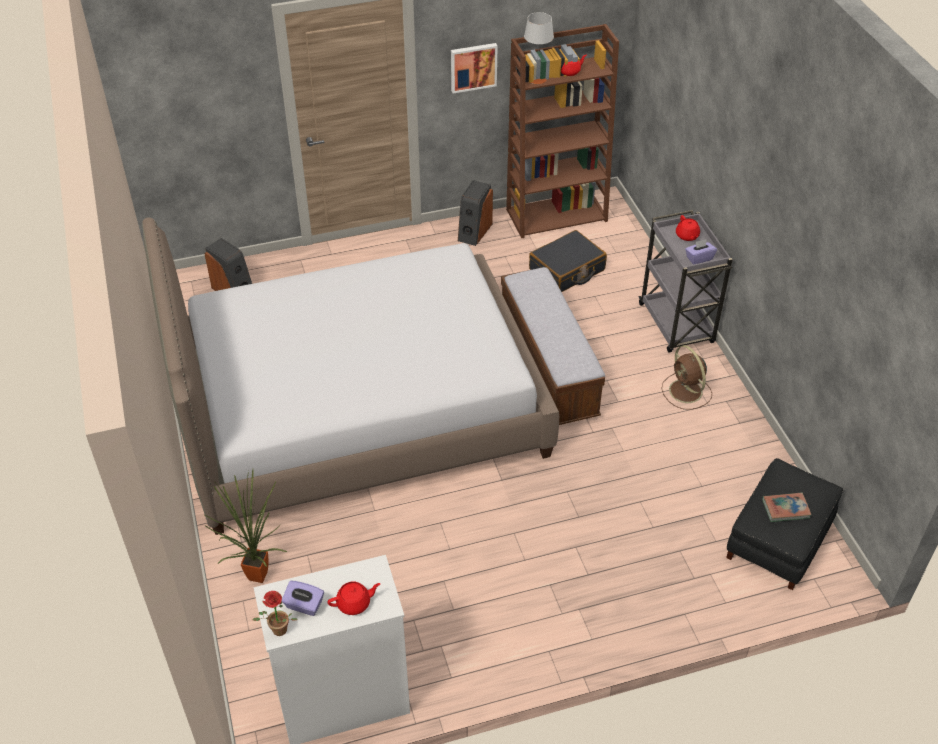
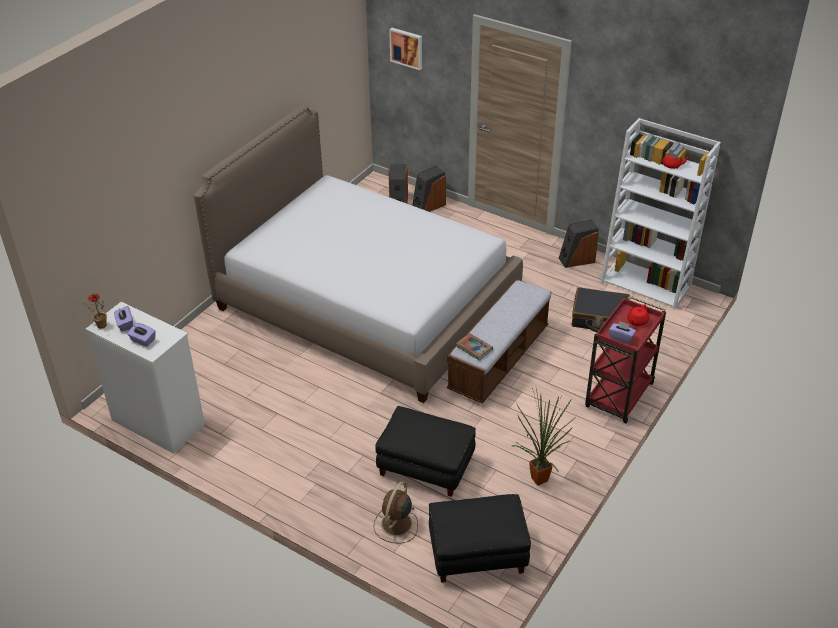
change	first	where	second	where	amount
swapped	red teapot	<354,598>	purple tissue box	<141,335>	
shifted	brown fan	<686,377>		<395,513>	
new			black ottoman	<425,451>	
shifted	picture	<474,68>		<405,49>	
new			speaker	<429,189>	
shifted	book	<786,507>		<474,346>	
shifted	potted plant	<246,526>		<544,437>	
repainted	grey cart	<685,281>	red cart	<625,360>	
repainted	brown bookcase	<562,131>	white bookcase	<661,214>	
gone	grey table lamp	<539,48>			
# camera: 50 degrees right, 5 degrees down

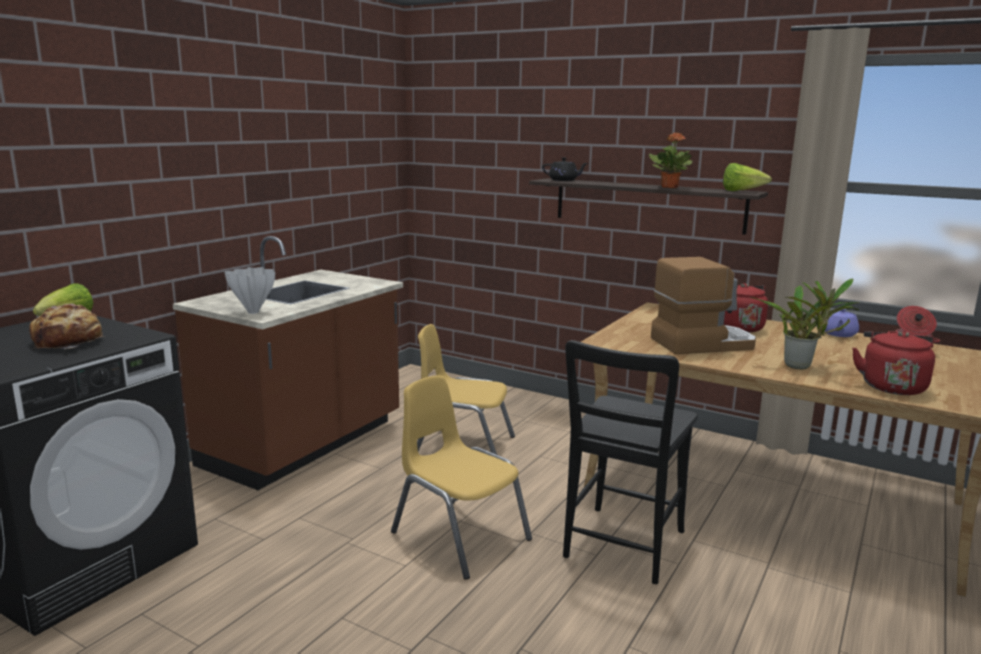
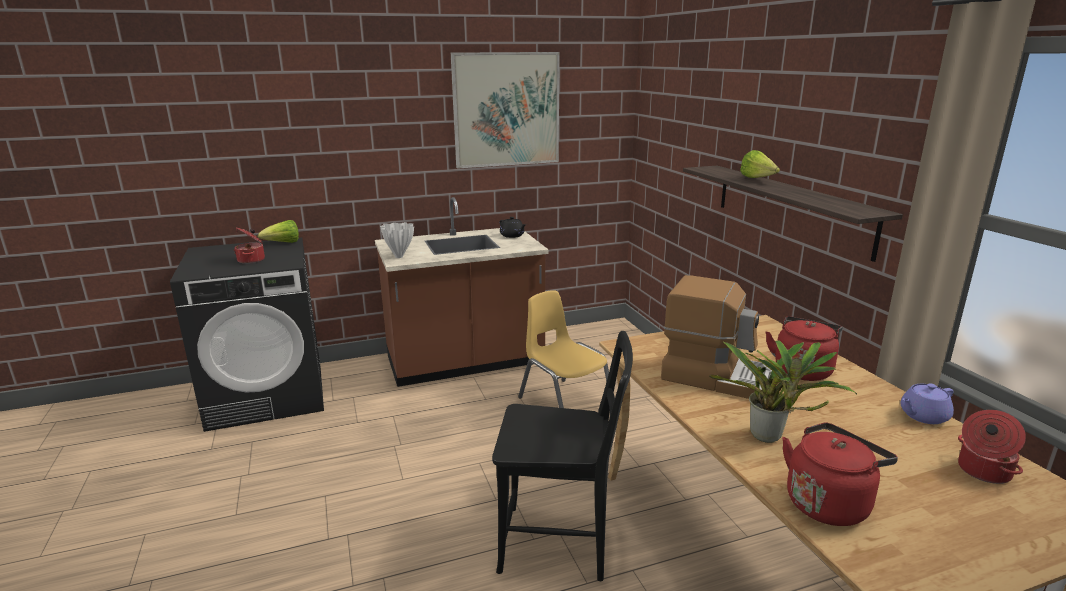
change	first	where	second	where	amount
swapped	bread	<66,326>	cooking pot	<249,245>	
new			picture	<505,110>	
rotated	black chair	<630,462>		<562,456>	150 degrees counterclockwise
shifted	black teapot	<565,169>		<512,227>	
shifted	lettuce	<747,177>		<760,164>	
gone	yellow chair	<461,477>			
gone	potted plant	<671,160>			
# camera: 40 degrees right, 5 degrees up

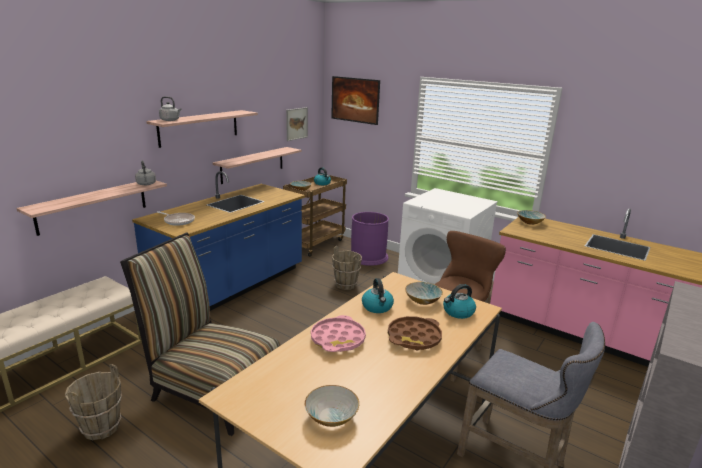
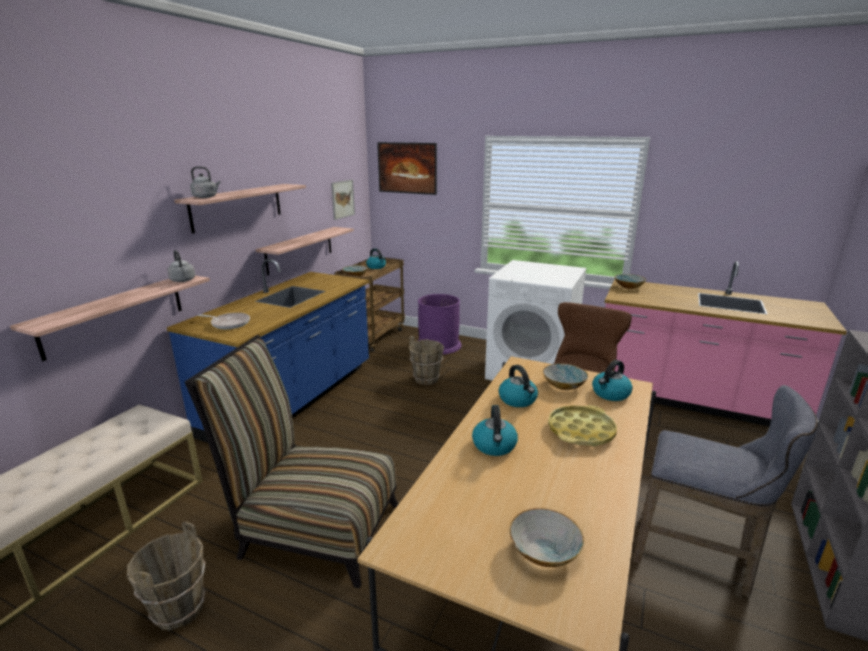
change	first	where	second	where	amount
swapped	pink tray	<338,333>	kettle	<495,430>	
repainted	brown tray	<415,333>	yellow tray	<582,425>	
# camera: 10 degrees left, 0 degrees up

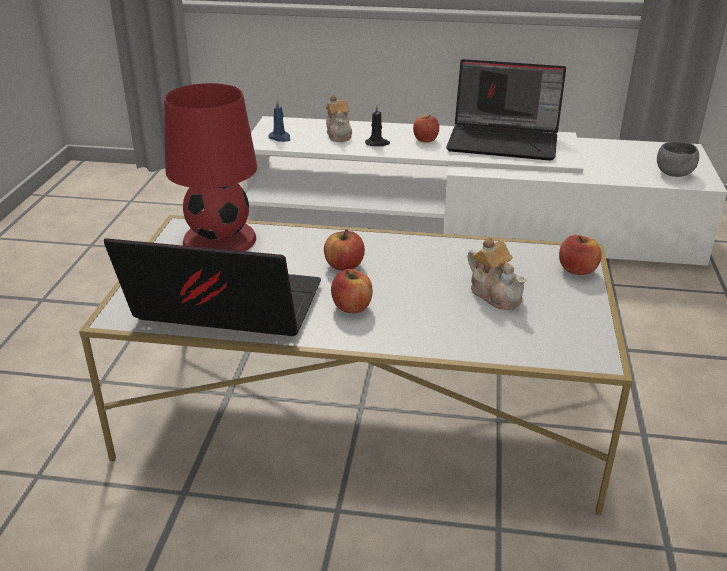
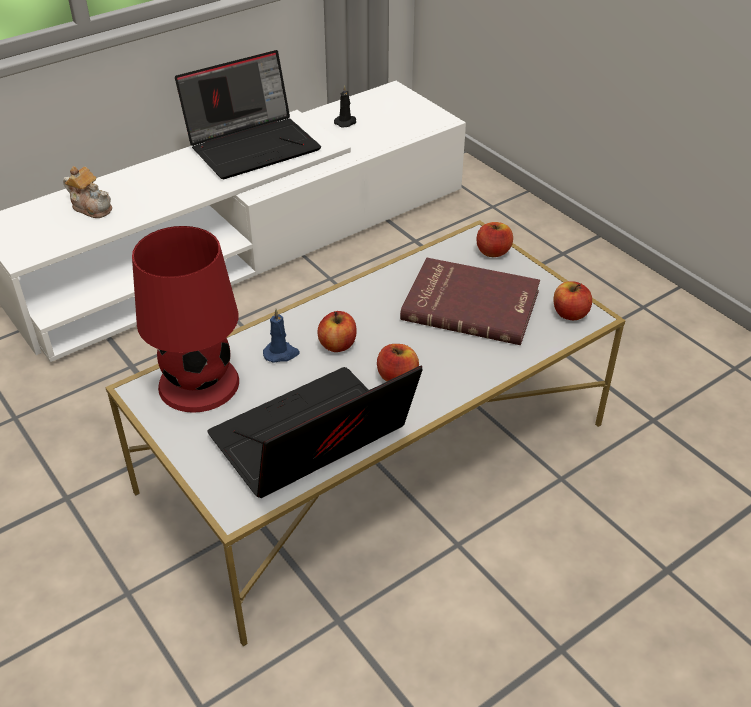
change	first	where	second	where	amount
shifted	blue candle	<279,120>		<281,336>	
shifted	black candle	<377,126>		<345,106>	
swapped	teapot	<496,273>	red book	<470,301>	
shifted	apple	<426,128>		<573,300>	
gone	grey bowl	<678,159>			
# camera: 45 degrees left, 10 degrees up

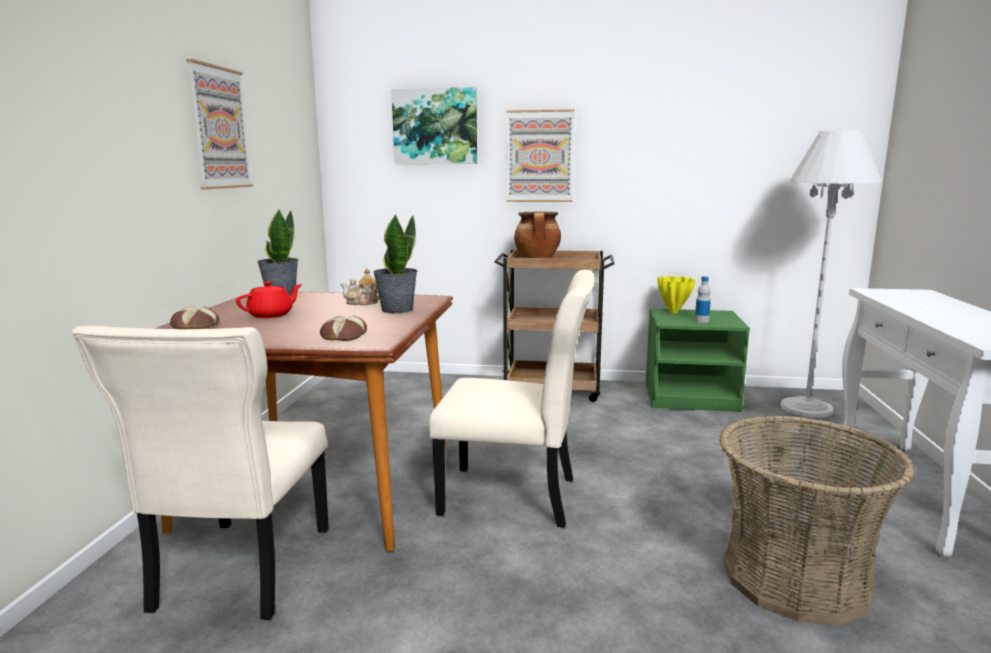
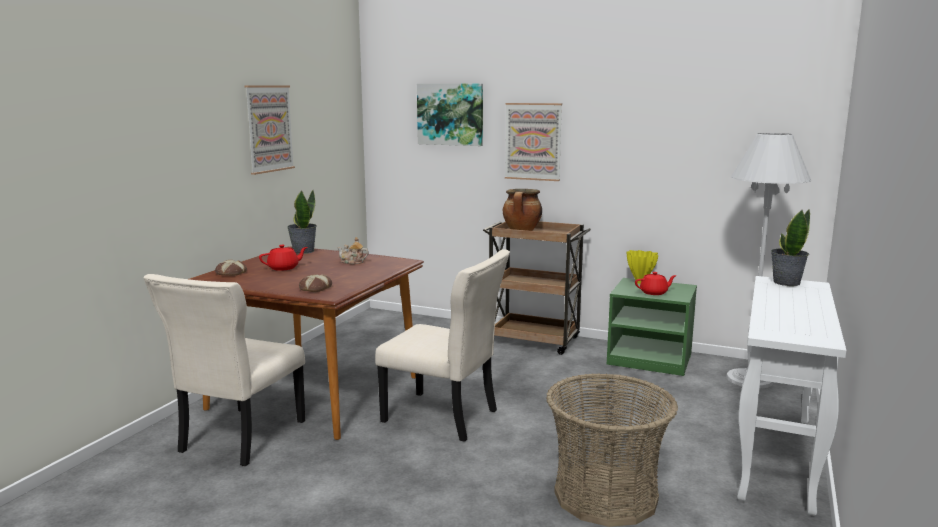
change	first	where	second	where	amount
swapped	bottle	<703,299>	red teapot	<656,283>	
shifted	potted plant	<395,264>		<790,247>	
# camera: 15 degrees right, 0 degrees up

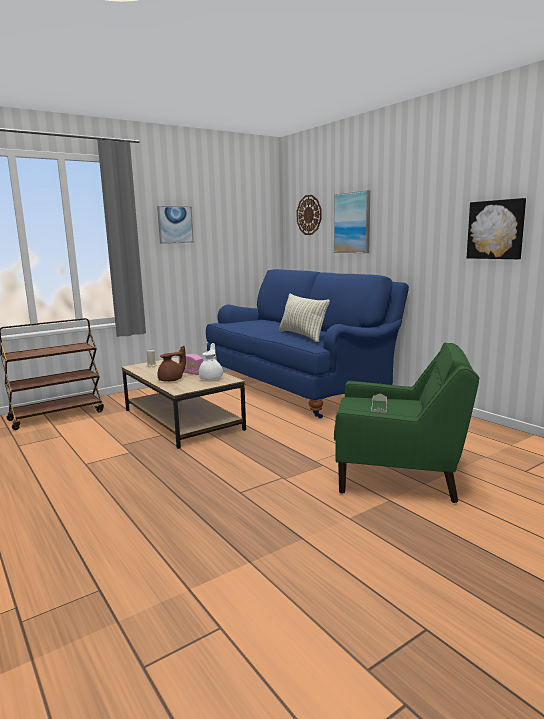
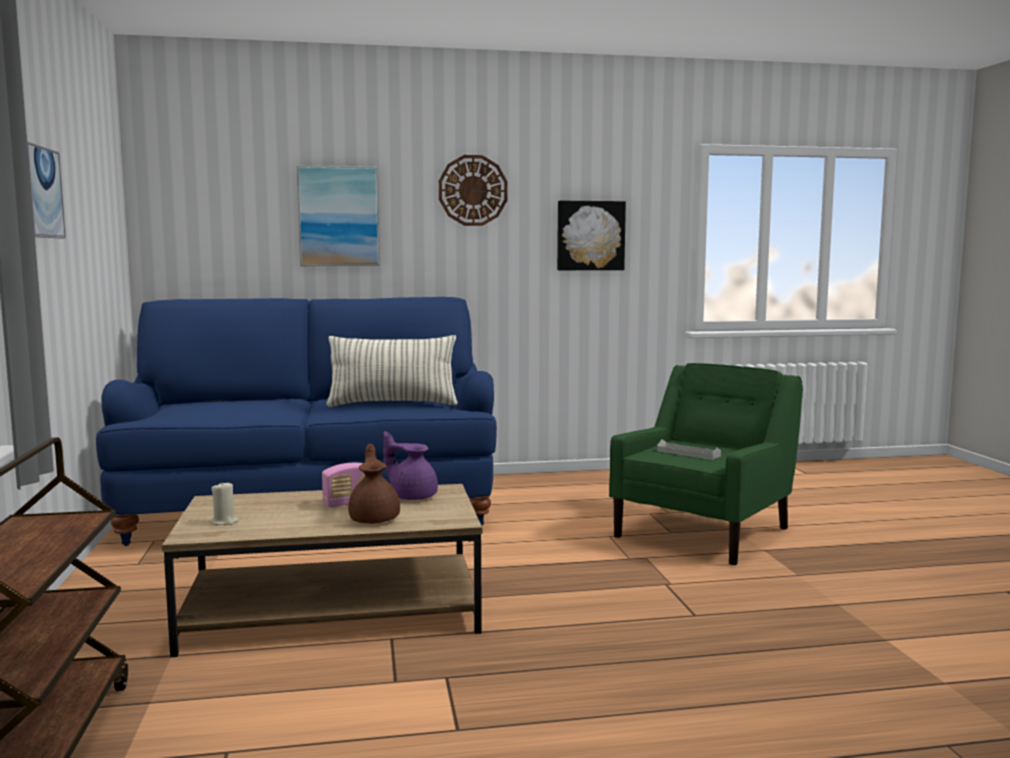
change	first	where	second	where	amount
repainted	white teapot	<211,361>	purple teapot	<410,465>	
shifted	wall clock	<309,215>		<473,190>	
# camera: 65 degrees left, 5 degrees down

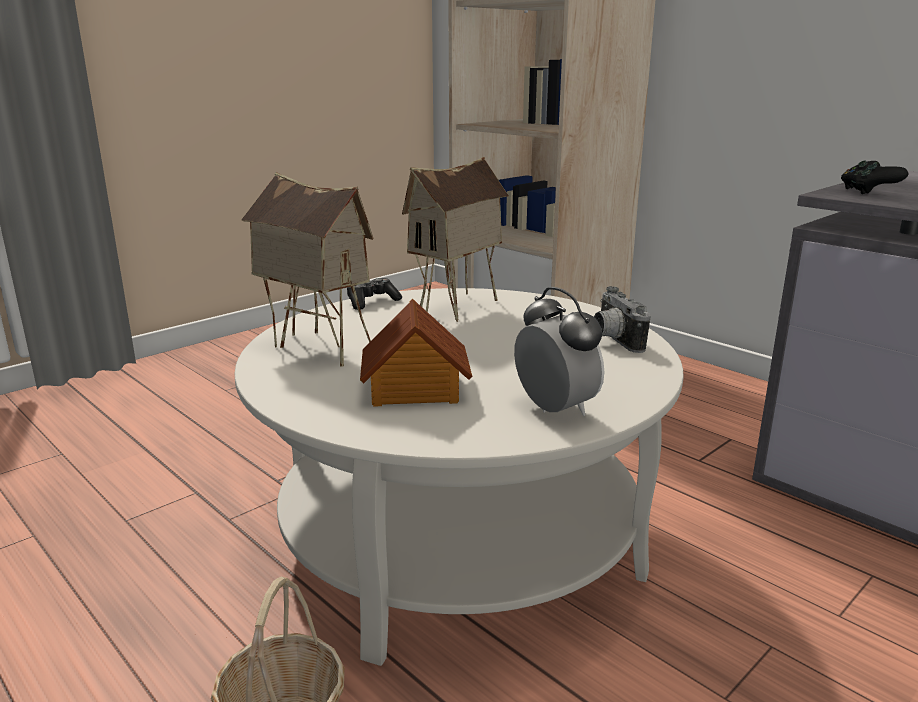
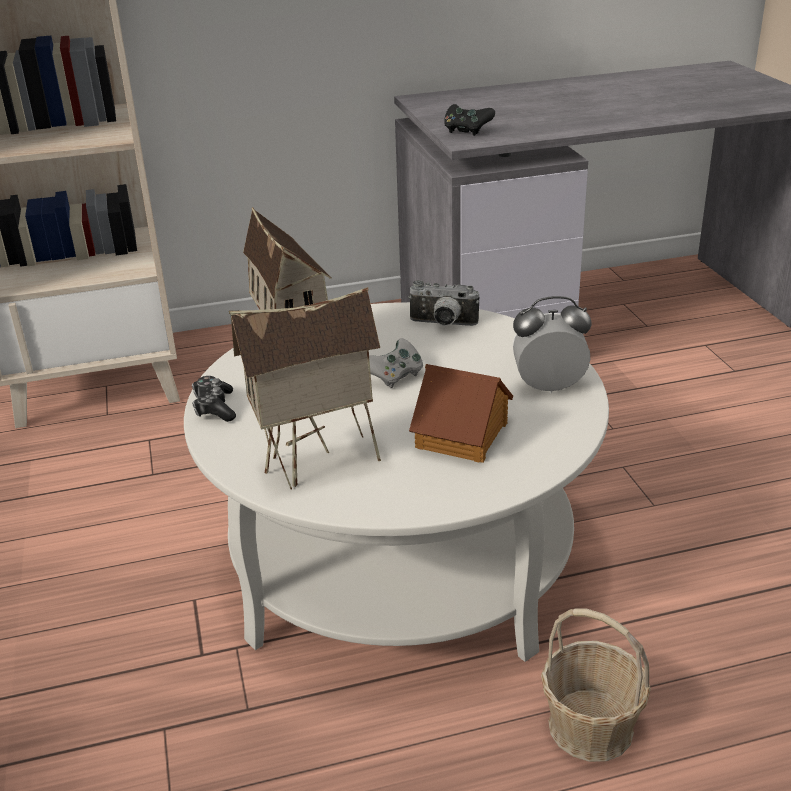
change	first	where	second	where	amount
new			grey game controller	<396,363>	
# camera: 60 degrees left, 10 degrees up

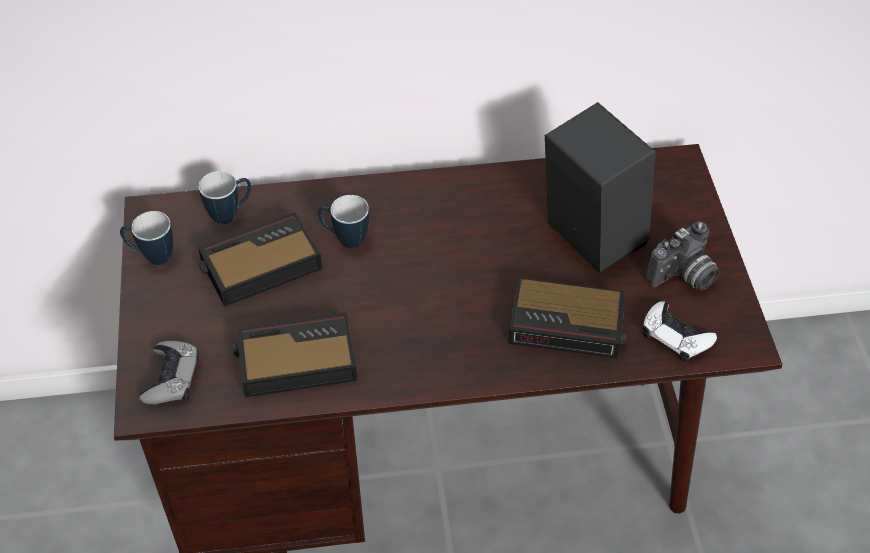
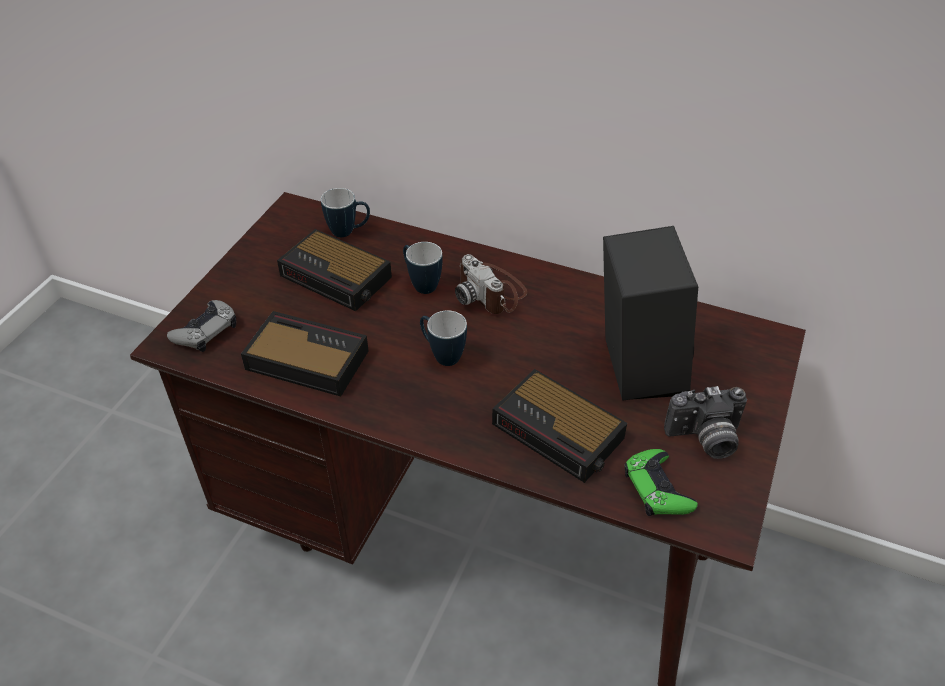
change	first	where	second	where	amount
rotated	alarm clock	<260,259>		<334,270>	150 degrees counterclockwise
shifted	mug	<146,238>		<443,338>	
new			photo camera	<491,284>	
repainted	white game controller	<680,331>	green game controller	<661,482>	
# camera: 30 degrees right, 5 degrees down

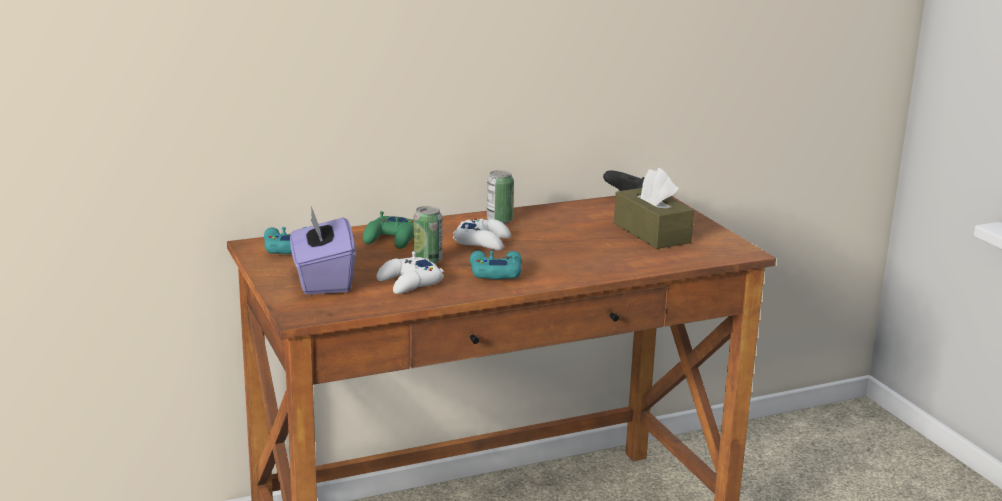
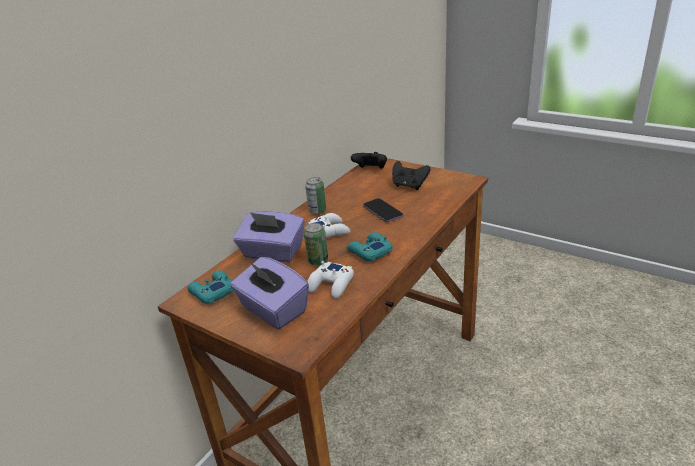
change	first	where	second	where	amount
swapped	green game controller	<388,230>	purple tissue box	<269,236>	
new			phone	<383,210>	
swapped	brown tissue box	<654,208>	black game controller	<411,175>	
# camera: 30 degrees left, 10 degrees up

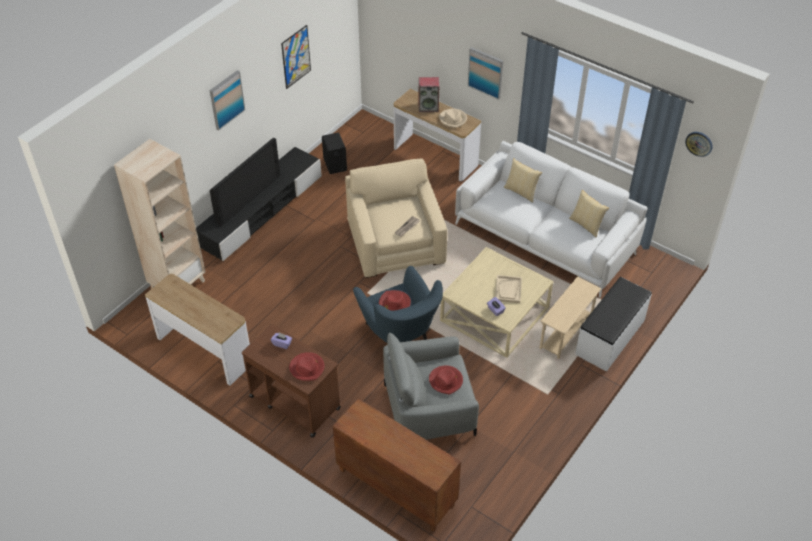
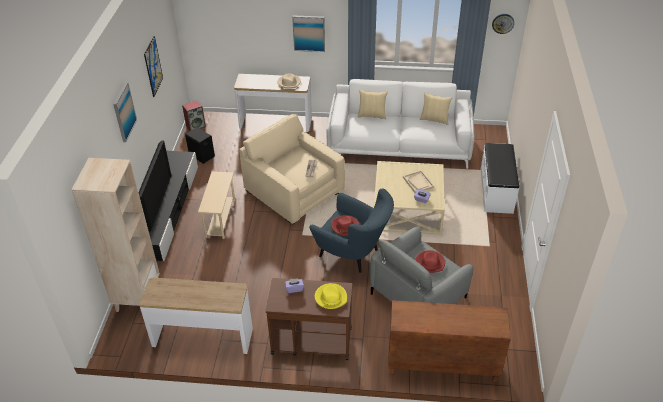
change	first	where	second	where	amount
shifted	speaker	<428,94>		<194,115>	
shifted	beige side table	<570,317>		<216,205>	
repainted	red hat	<307,366>	yellow hat	<331,296>	
# camera: 30 degrees left, 5 degrees down

